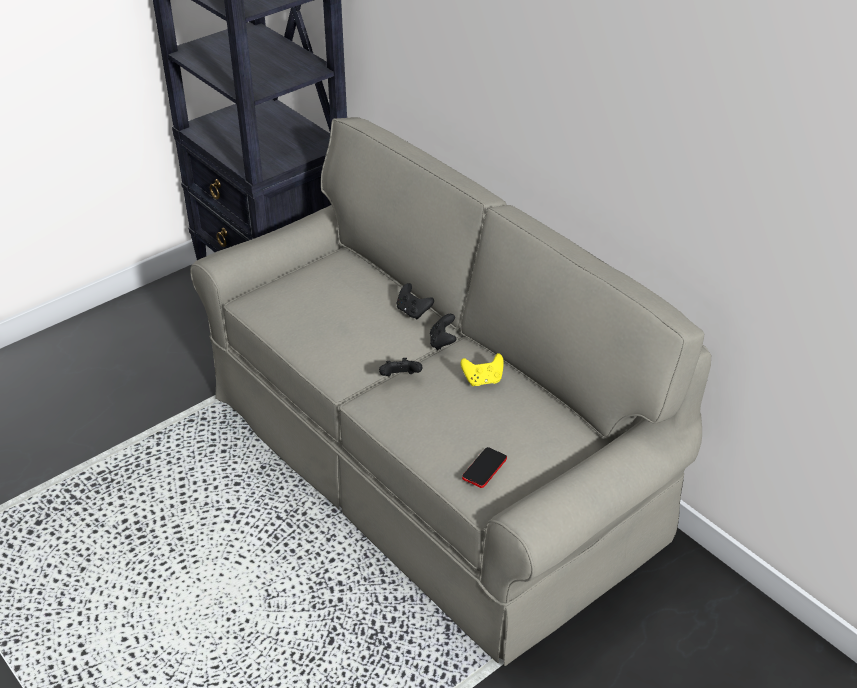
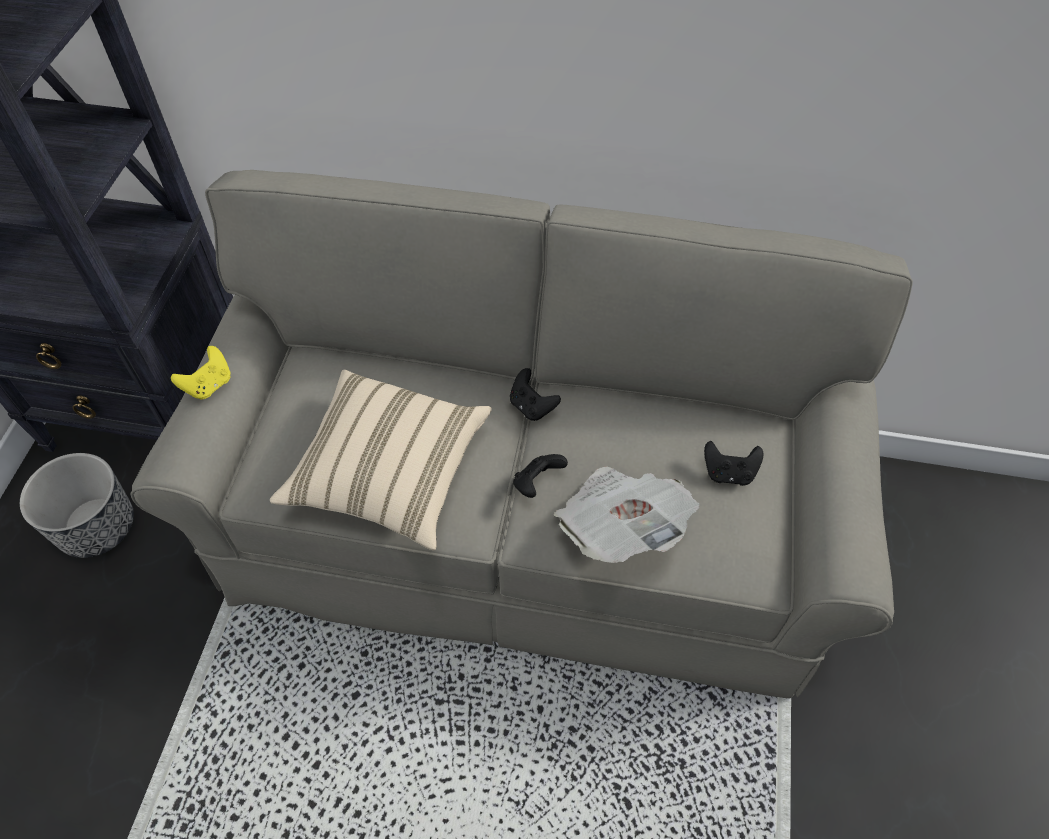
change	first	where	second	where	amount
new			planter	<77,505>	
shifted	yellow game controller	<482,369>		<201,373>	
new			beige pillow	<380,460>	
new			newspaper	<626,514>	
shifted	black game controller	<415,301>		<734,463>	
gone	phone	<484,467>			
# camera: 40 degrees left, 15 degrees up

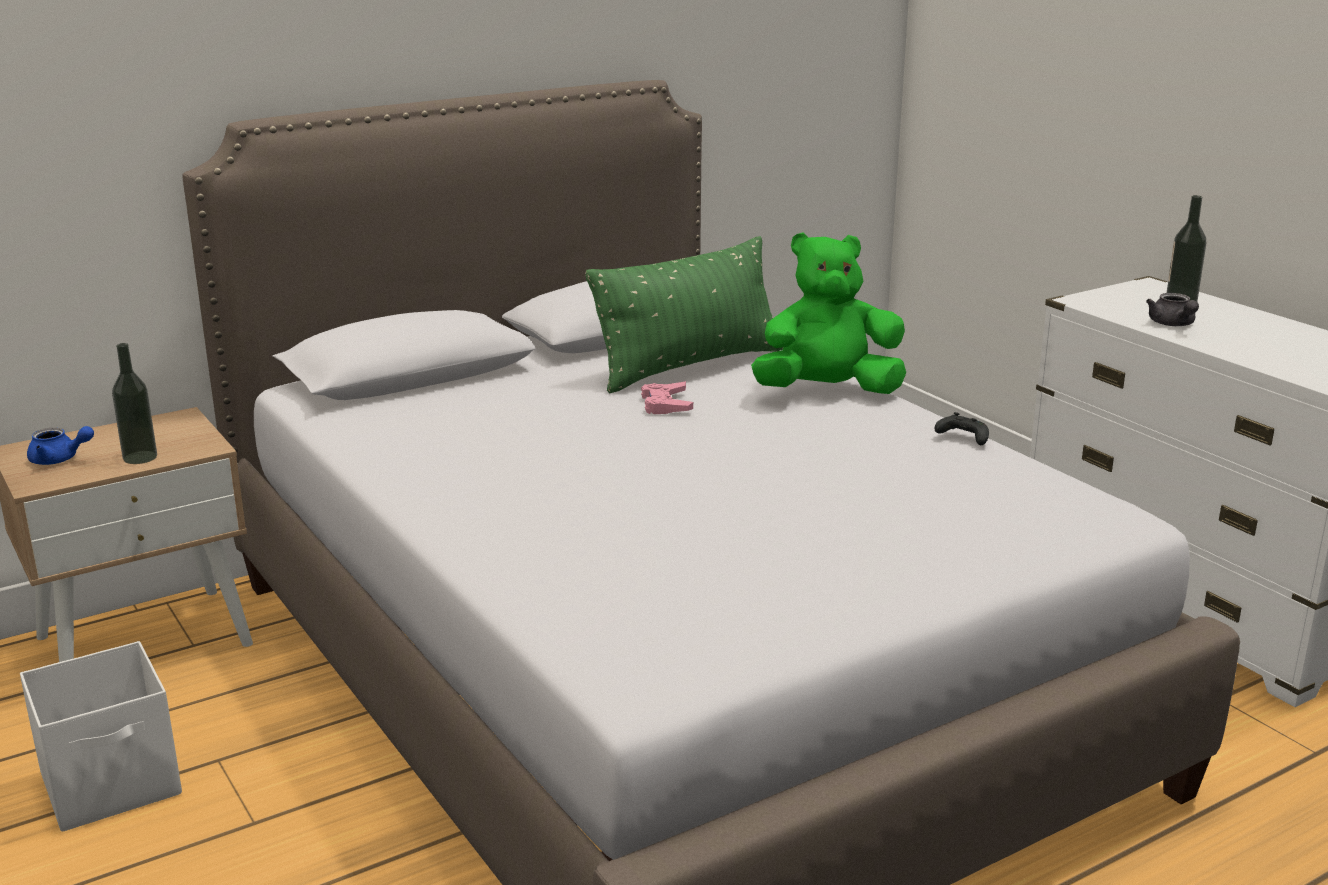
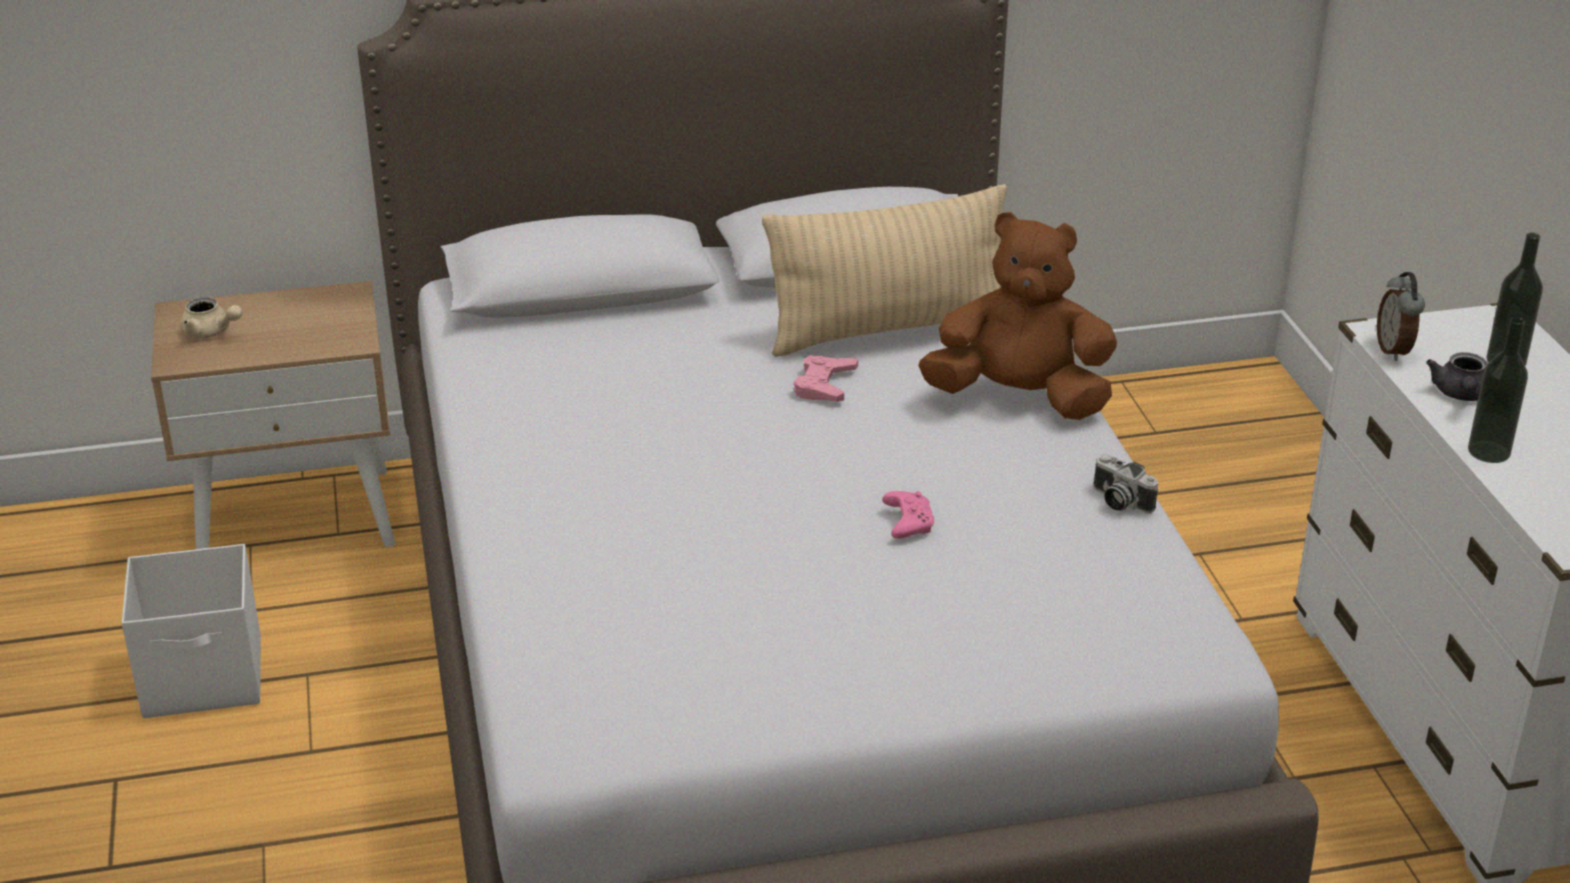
change	first	where	second	where	amount
repainted	blue teapot	<60,445>	beige teapot	<211,317>	
repainted	green pillow	<684,314>	beige pillow	<884,270>	
new			pink game controller	<908,515>	
repainted	green plush toy	<828,313>	brown plush toy	<1017,316>	
swapped	black game controller	<961,428>	photo camera	<1125,484>	
new			alarm clock	<1401,316>	
shifted	bottle	<134,403>		<1498,390>	
# camera: 20 degrees right, 10 degrees up

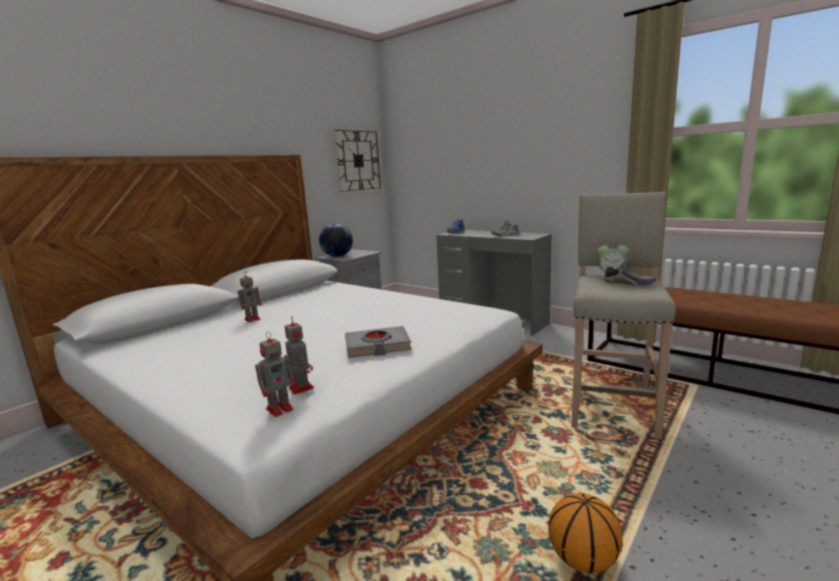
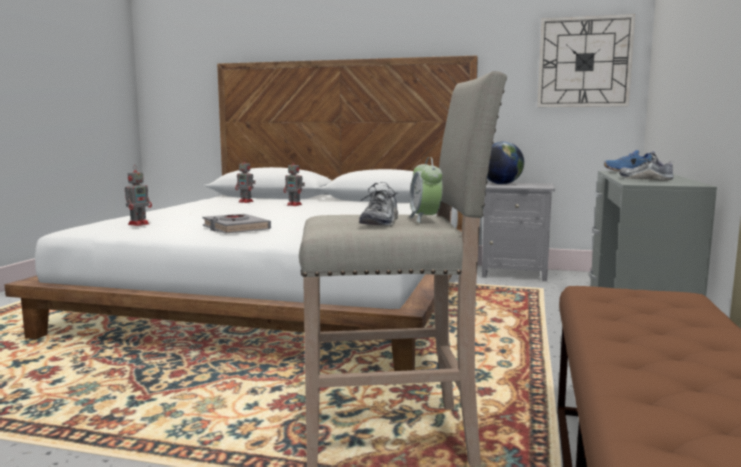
change	first	where	second	where	amount
shifted	toy robot	<275,374>		<245,181>	
gone	basketball	<585,533>			
# camera: 65 degrees right, 5 degrees down

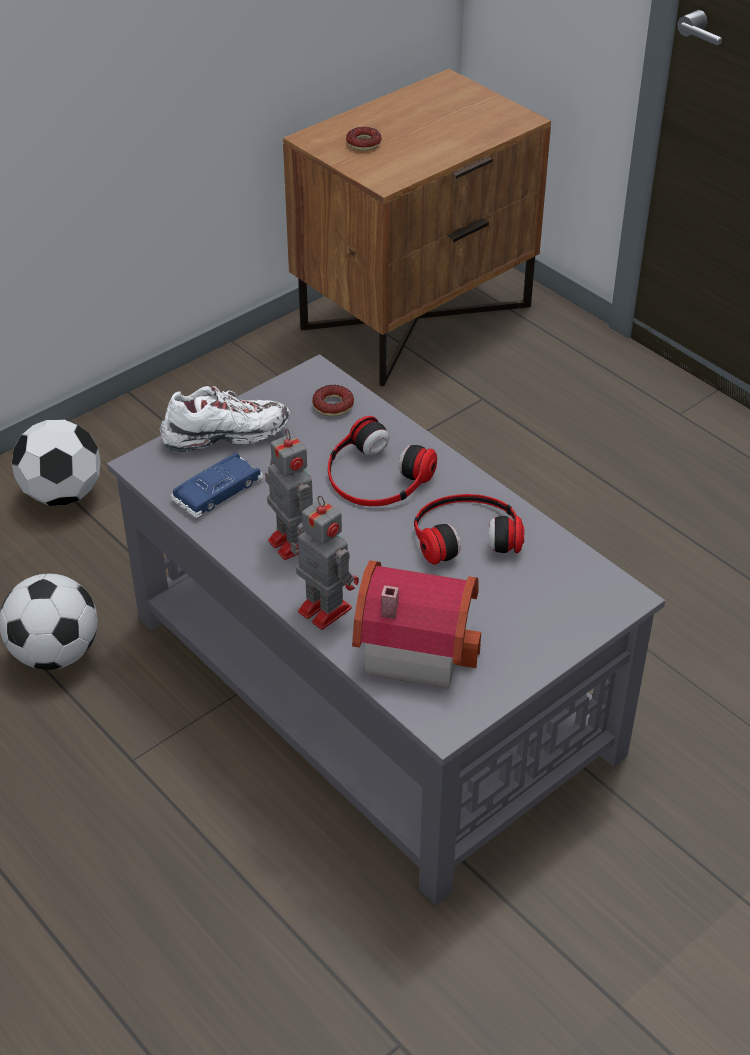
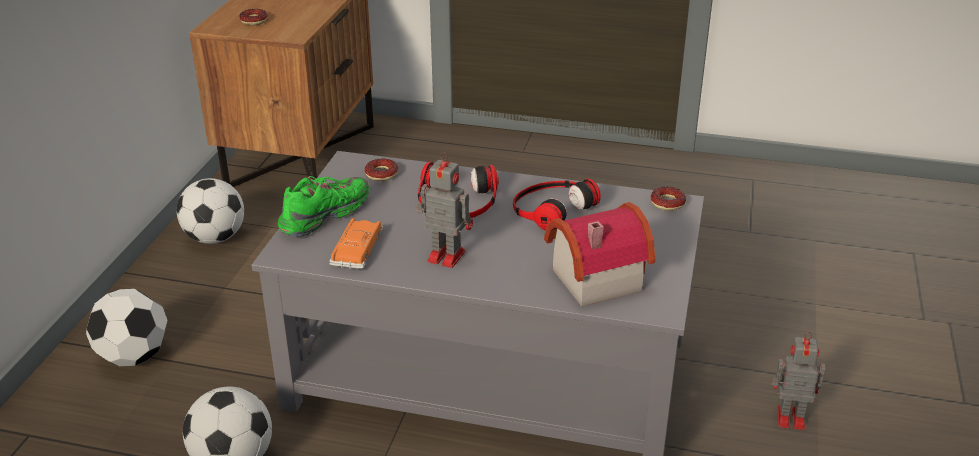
change	first	where	second	where	amount
new			football	<210,211>	
repainted	white shoe	<225,419>	green shoe	<323,206>	
repainted	blue toy car	<217,485>	orange toy car	<356,243>	
new			donut	<668,199>	
shifted	toy robot	<324,563>		<798,381>	
# camera: 35 degrees left, 10 degrees down

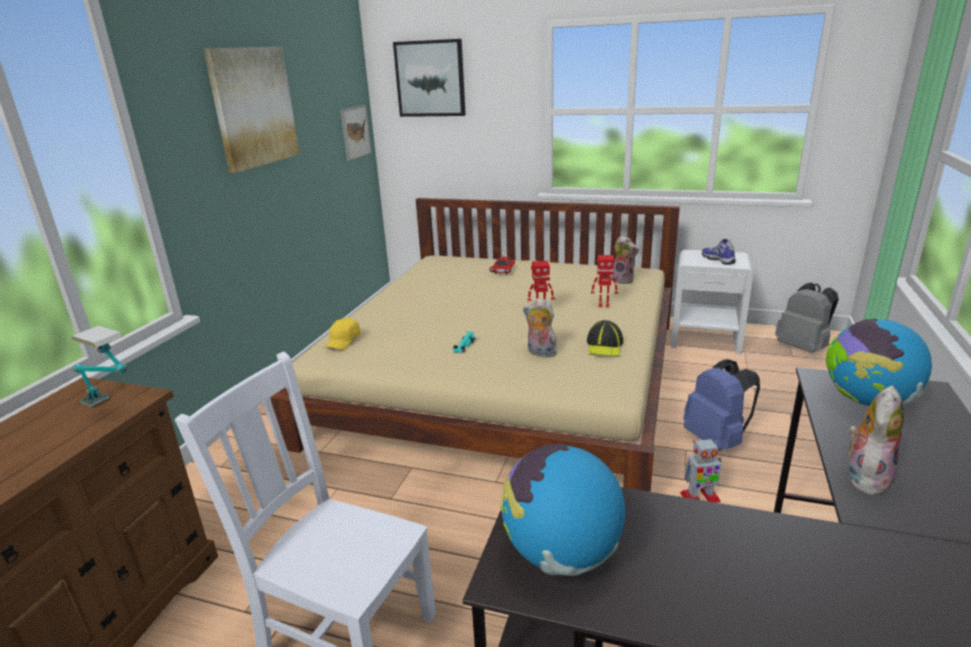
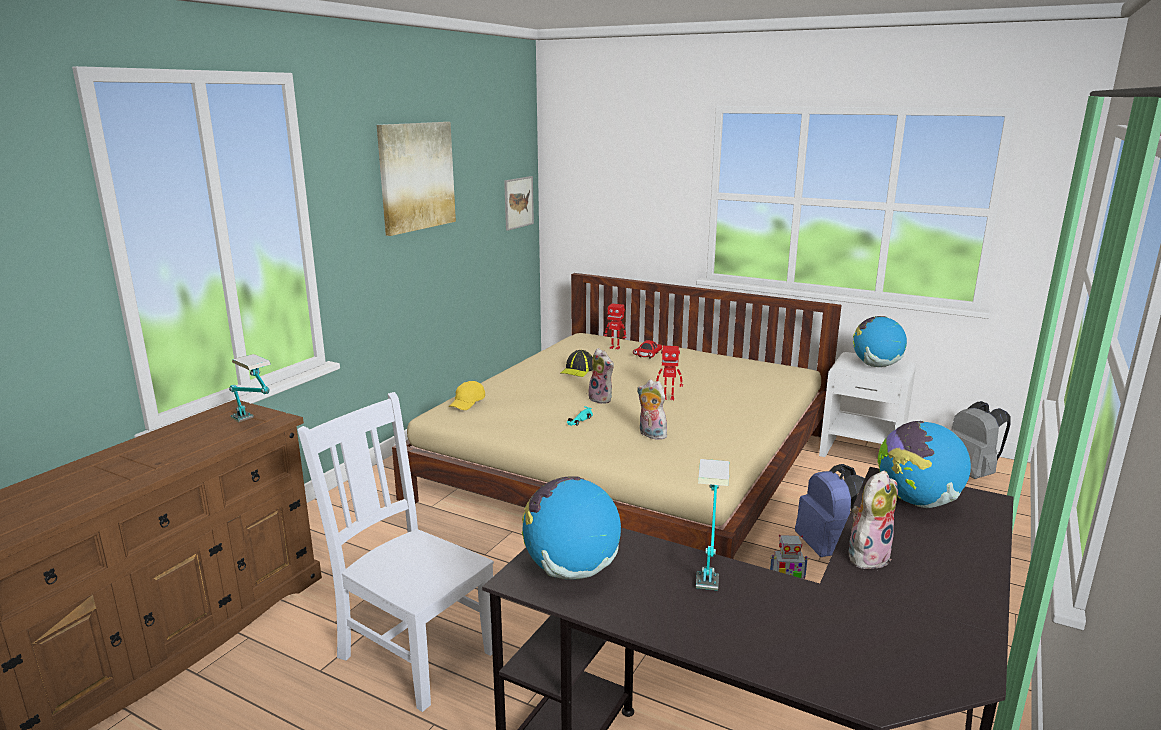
change	first	where	second	where	amount
shifted	cap	<605,338>		<577,363>	
shifted	plush toy	<625,260>		<601,376>	
shifted	toy robot	<604,281>		<615,327>	
new			table lamp	<712,525>	
swapped	shoe	<719,252>	globe	<880,341>	
gone	picture	<429,78>			
# camera: 10 degrees right, 5 degrees down

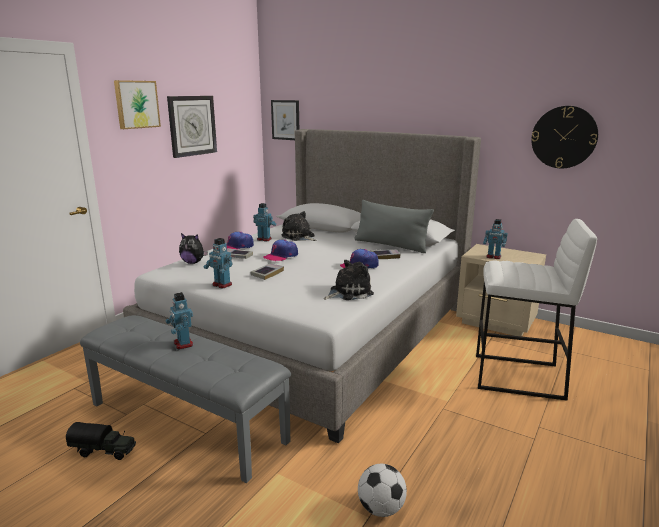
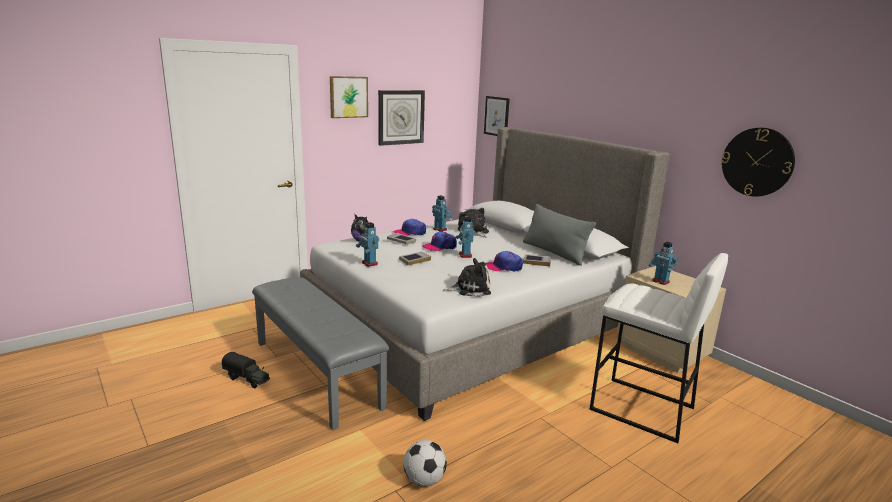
change	first	where	second	where	amount
shifted	toy robot	<179,320>		<466,237>	
# camera: 20 degrees right, 0 degrees up

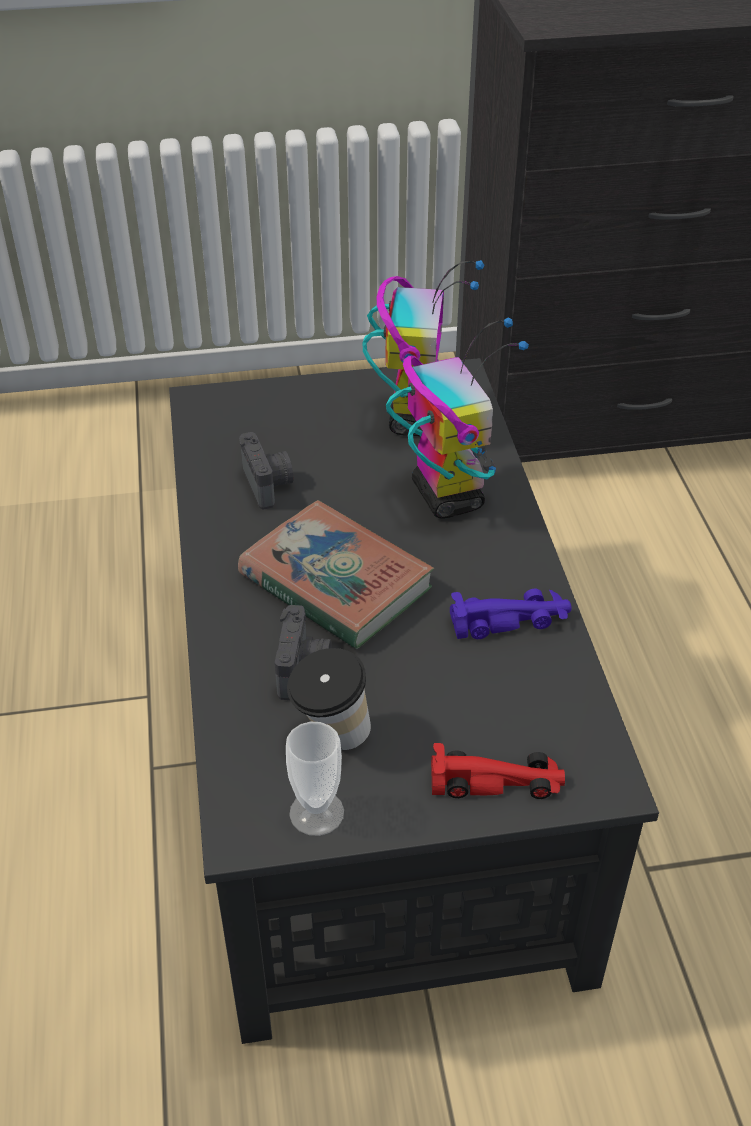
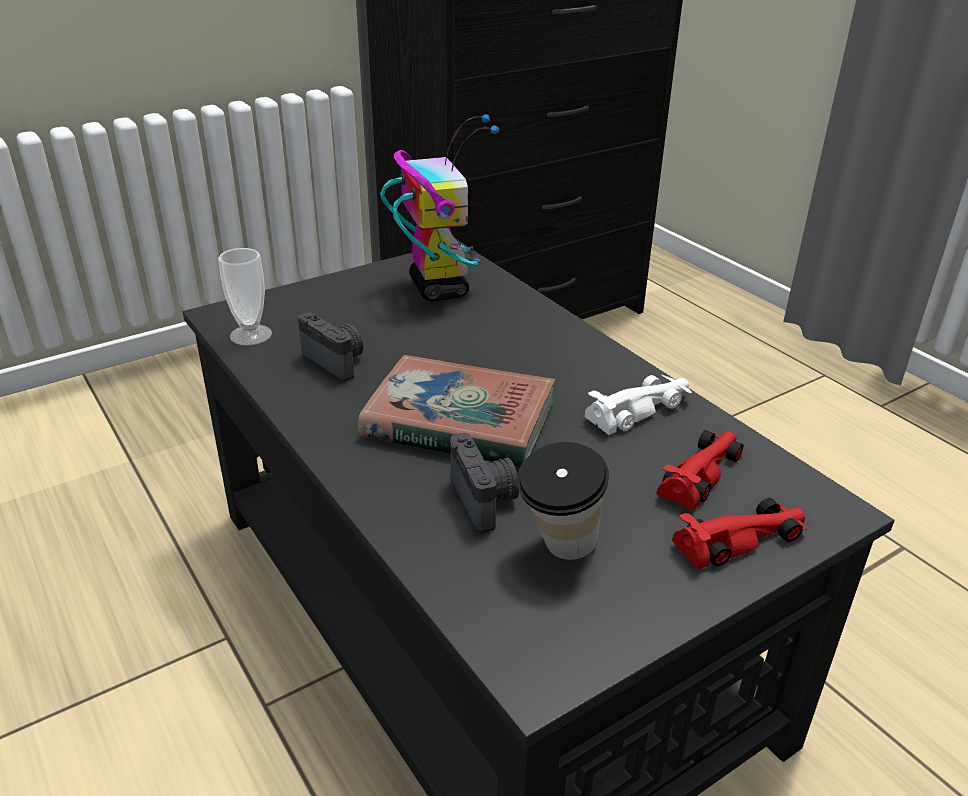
change	first	where	second	where	amount
shifted	cup	<315,779>		<245,297>	
repainted	purple toy car	<511,614>	white toy car	<638,405>	
new			red toy car	<700,470>	
gone	toy robot	<457,418>			
# camera: 25 degrees left, 10 degrees down

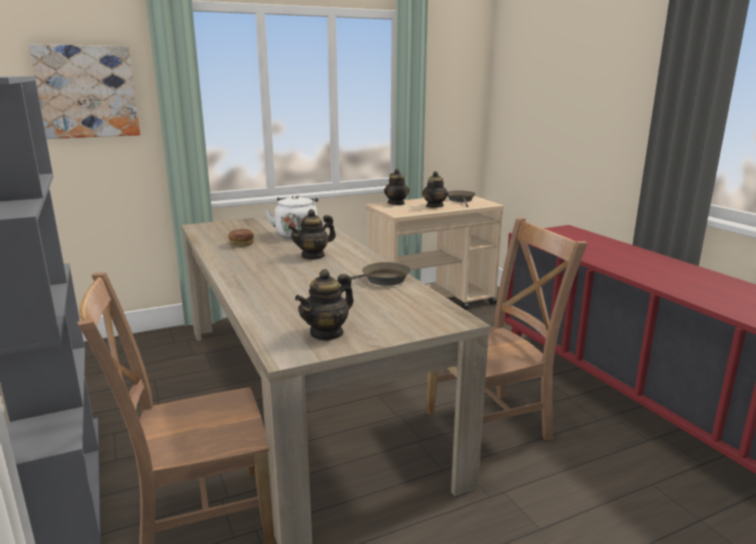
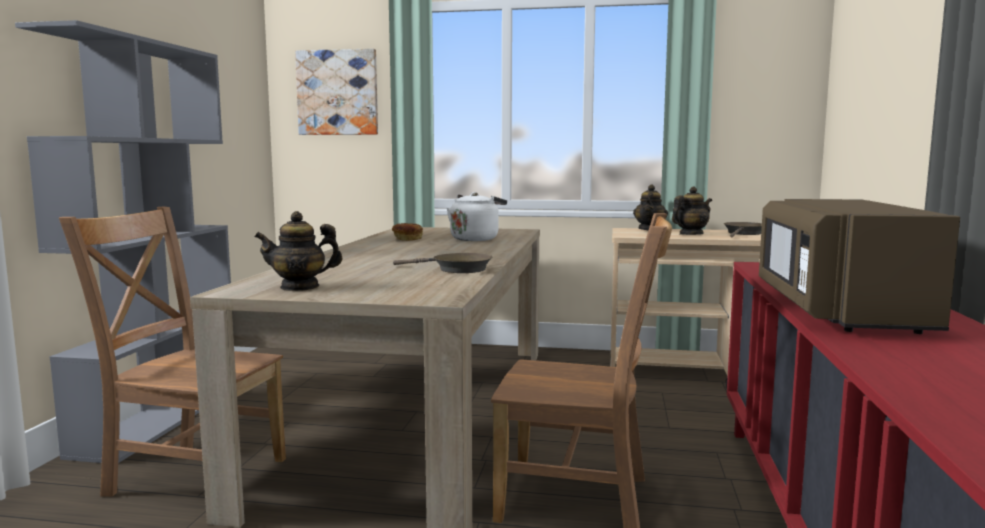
change	first	where	second	where	amount
new			brown microwave	<859,266>	
gone	teapot	<312,234>			
# camera: 35 degrees right, 10 degrees down

